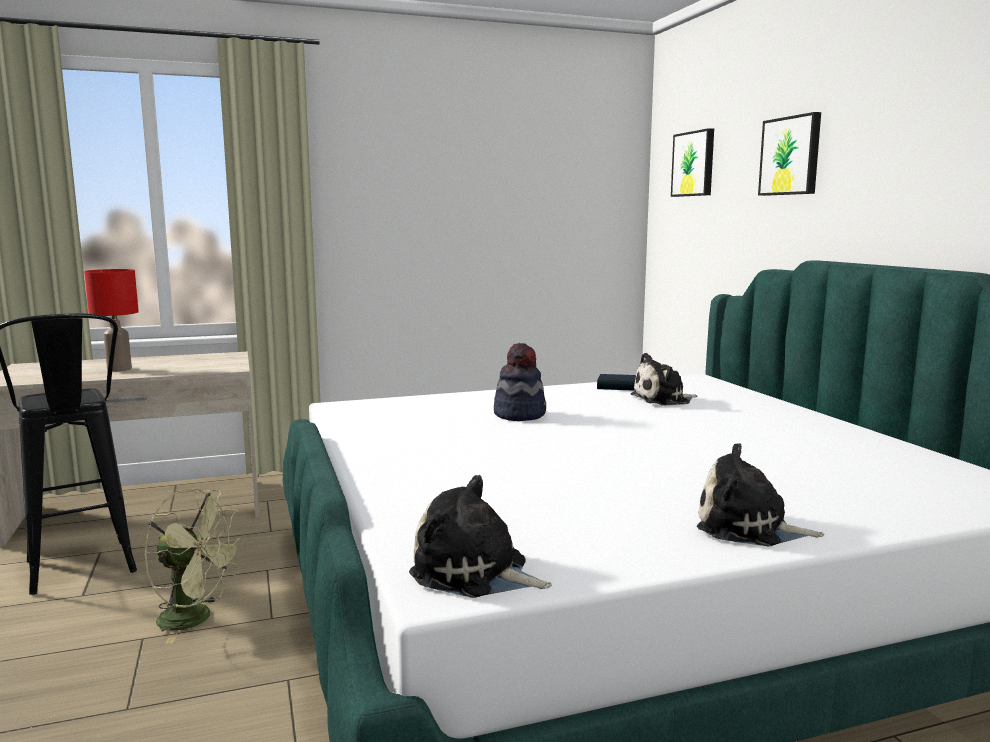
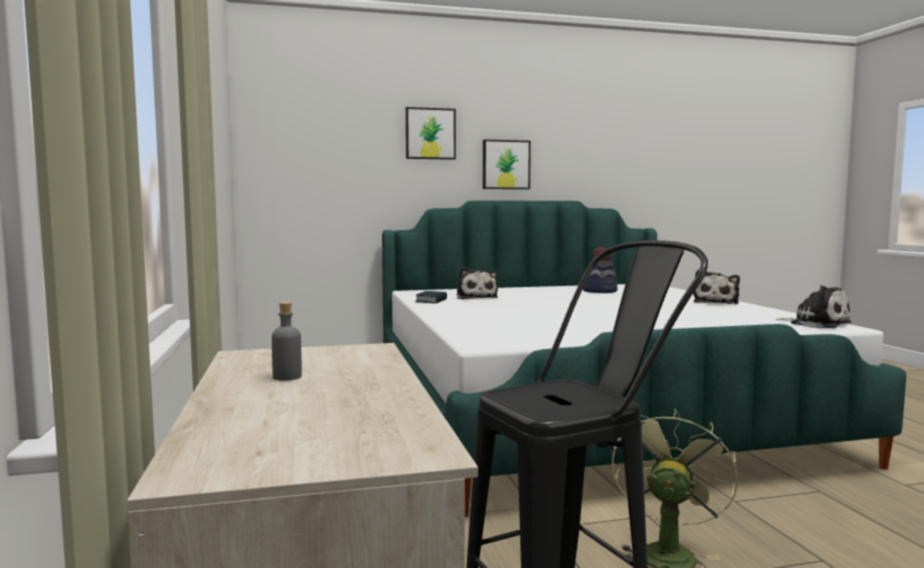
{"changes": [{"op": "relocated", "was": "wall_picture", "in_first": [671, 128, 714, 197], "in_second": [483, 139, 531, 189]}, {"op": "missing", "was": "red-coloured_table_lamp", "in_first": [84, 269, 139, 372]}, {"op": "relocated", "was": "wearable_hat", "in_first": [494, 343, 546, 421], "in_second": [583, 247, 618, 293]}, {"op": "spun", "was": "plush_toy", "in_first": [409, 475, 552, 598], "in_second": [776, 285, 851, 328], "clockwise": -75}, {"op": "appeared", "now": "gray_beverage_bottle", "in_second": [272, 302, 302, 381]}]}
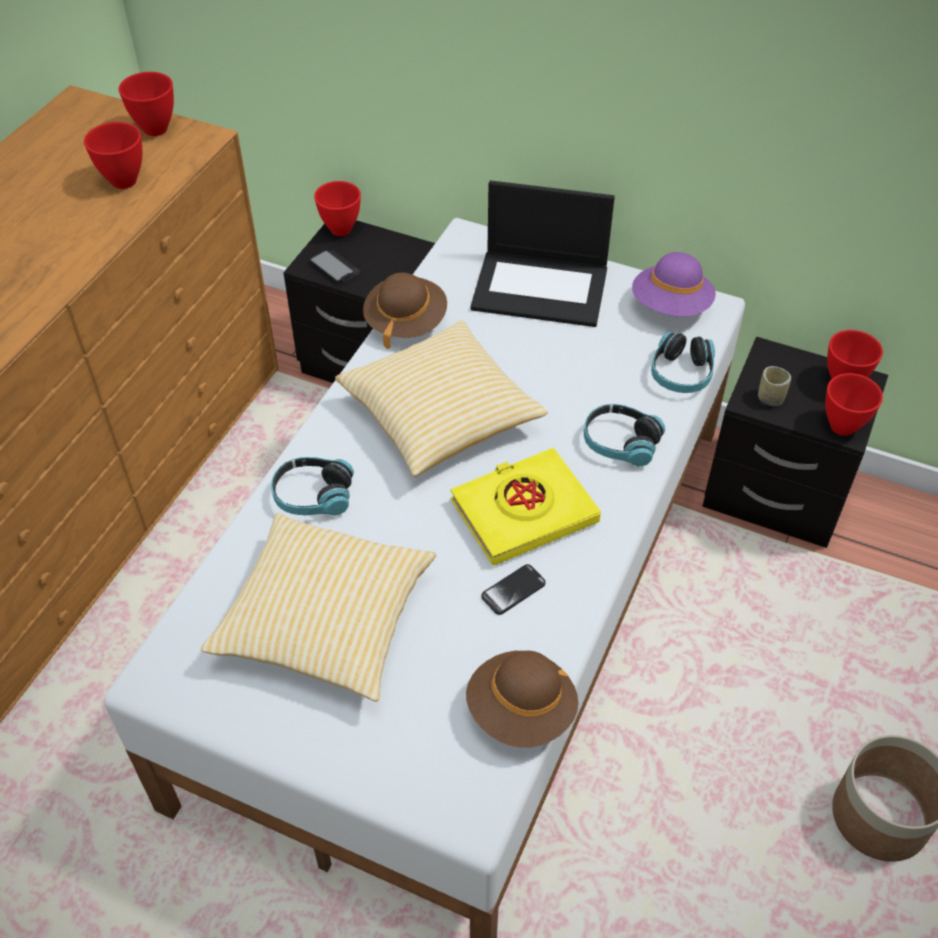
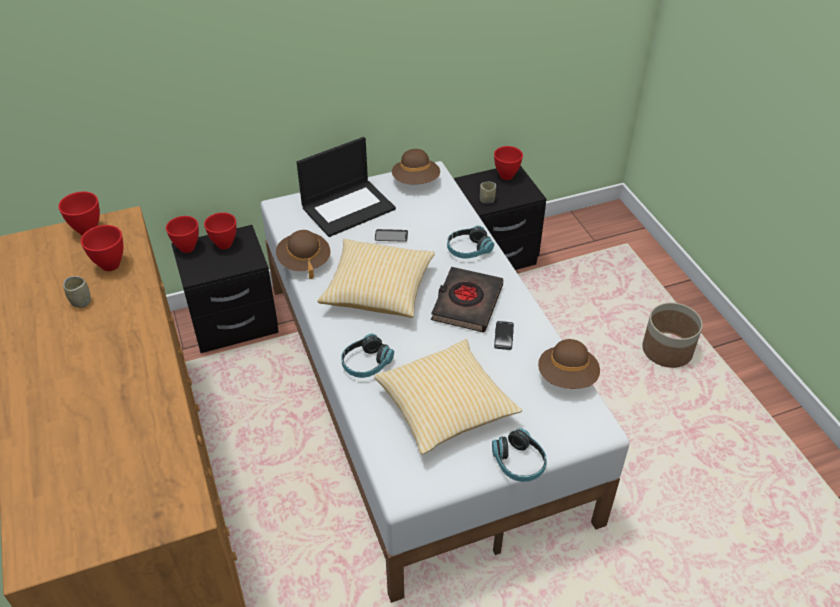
{"changes": [{"op": "relocated", "was": "phone", "in_first": [310, 250, 361, 282], "in_second": [375, 229, 408, 242]}, {"op": "colour", "was": "purple-coloured_wearable_hat", "now": "brown_wearable_hat", "in_first": [632, 252, 716, 317], "in_second": [392, 149, 440, 185]}, {"op": "relocated", "was": "headphones", "in_first": [651, 332, 715, 393], "in_second": [492, 428, 547, 482]}, {"op": "relocated", "was": "red-coloured_deep_dish", "in_first": [825, 373, 883, 436], "in_second": [204, 212, 236, 249]}, {"op": "colour", "was": "yellow-coloured_book", "now": "blackish_book", "in_first": [450, 447, 601, 565], "in_second": [431, 267, 503, 333]}, {"op": "appeared", "now": "drinking_cup", "in_second": [63, 276, 91, 308]}]}
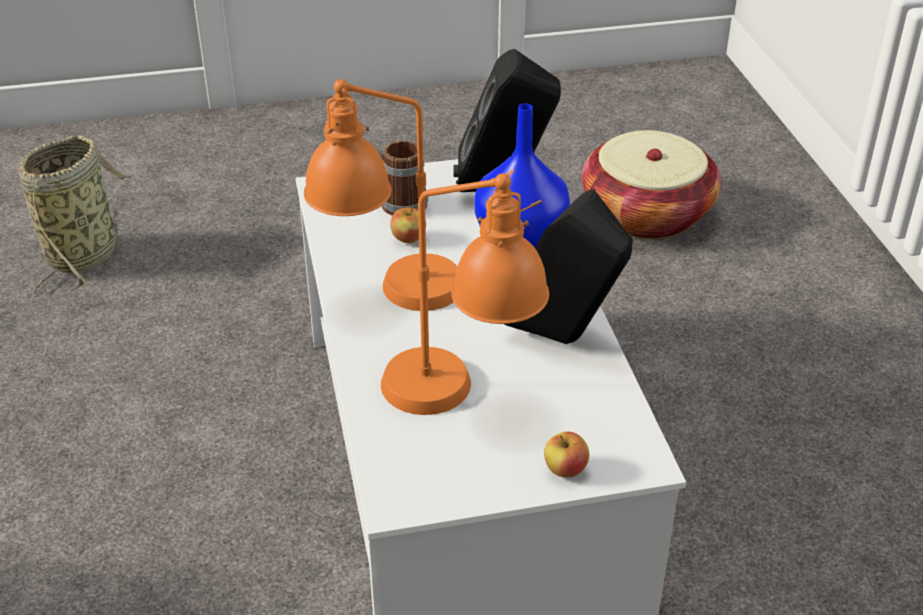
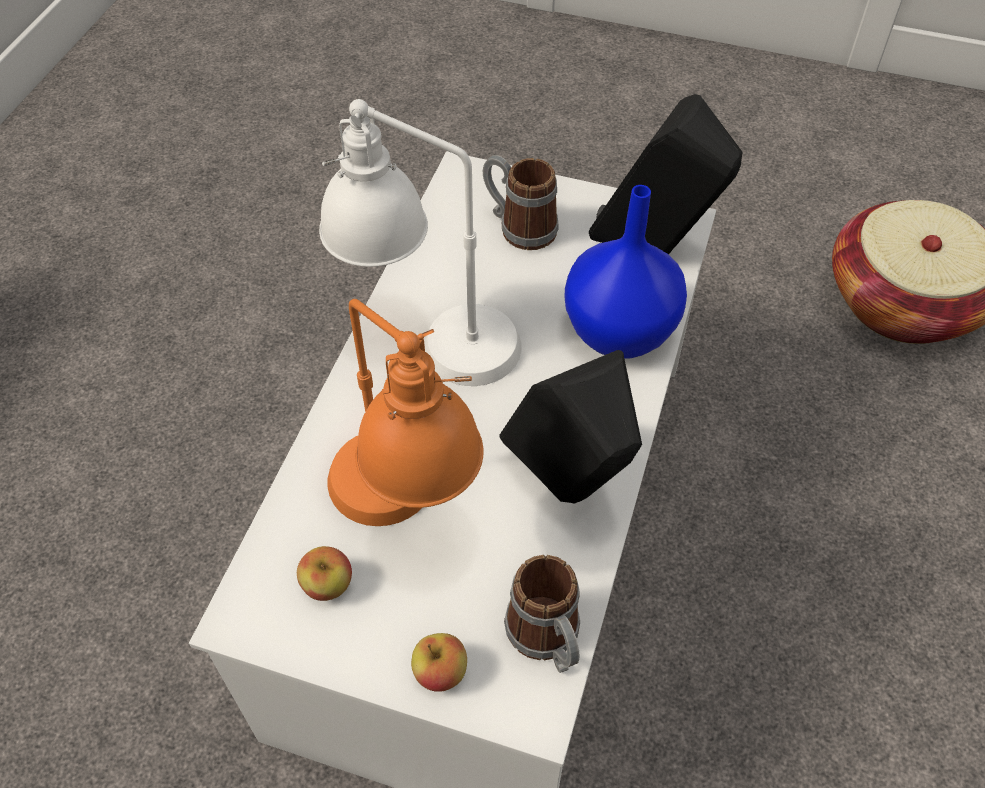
{"changes": [{"op": "colour", "was": "orangey_table_lamp", "now": "whitish_table_lamp", "in_first": [304, 79, 457, 311], "in_second": [319, 99, 522, 386]}, {"op": "missing", "was": "basket", "in_first": [19, 135, 133, 297]}, {"op": "relocated", "was": "whole_apple", "in_first": [390, 207, 426, 243], "in_second": [297, 546, 352, 601]}, {"op": "appeared", "now": "tea_mug", "in_second": [504, 555, 580, 673]}]}
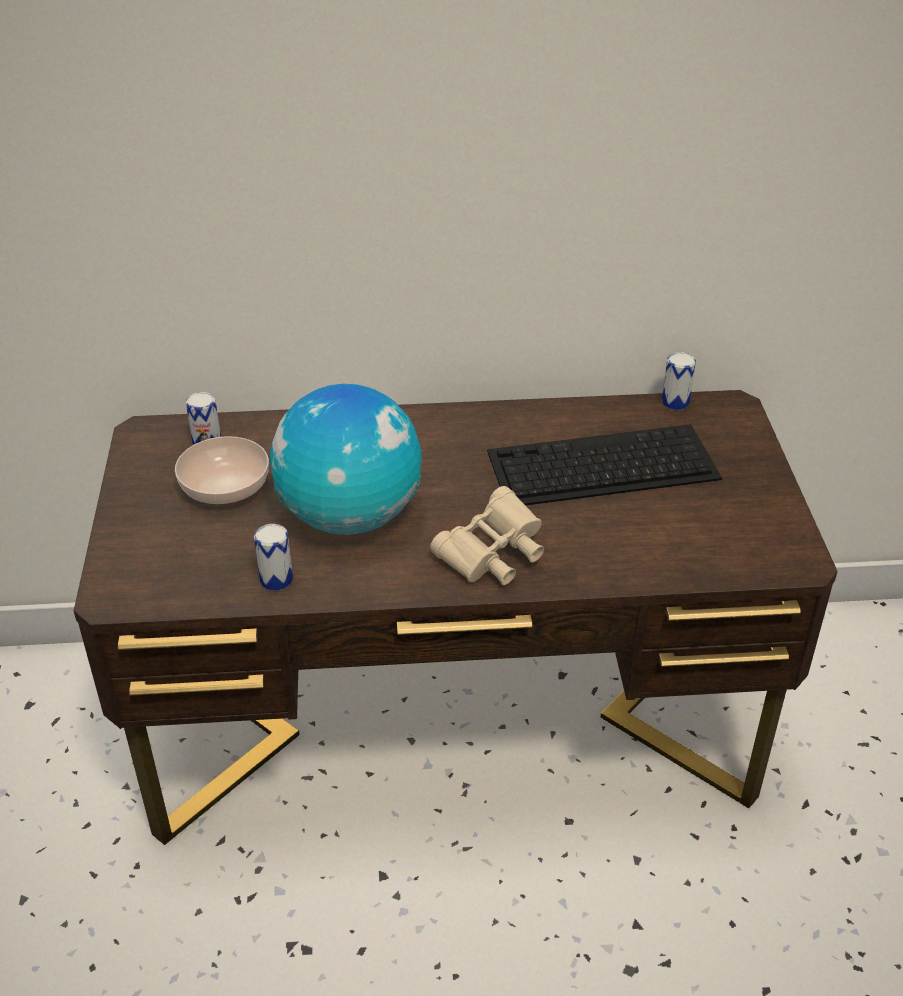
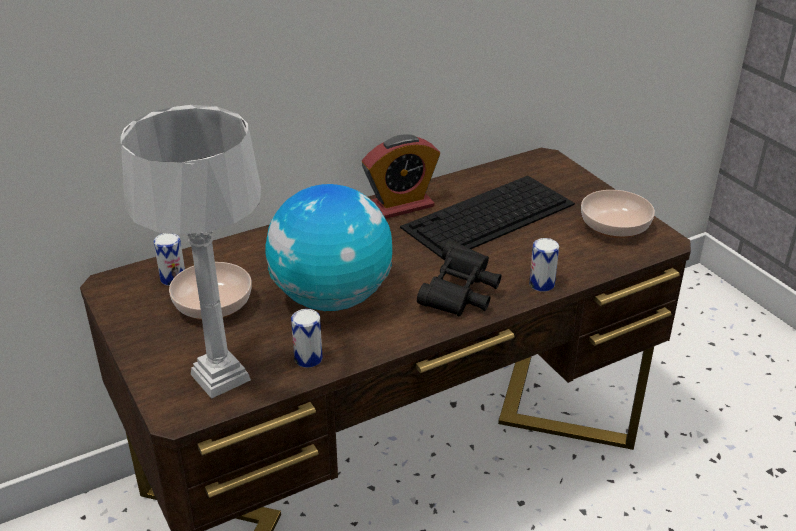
{"changes": [{"op": "relocated", "was": "metal_can", "in_first": [662, 352, 696, 410], "in_second": [529, 238, 559, 292]}, {"op": "colour", "was": "beige_pair_of_binoculars", "now": "blackish_pair_of_binoculars", "in_first": [430, 486, 544, 585], "in_second": [417, 240, 502, 316]}, {"op": "appeared", "now": "gray_table_lamp", "in_second": [120, 105, 261, 399]}, {"op": "appeared", "now": "alarm_clock", "in_second": [362, 135, 440, 219]}, {"op": "appeared", "now": "deep_dish", "in_second": [581, 190, 655, 238]}]}
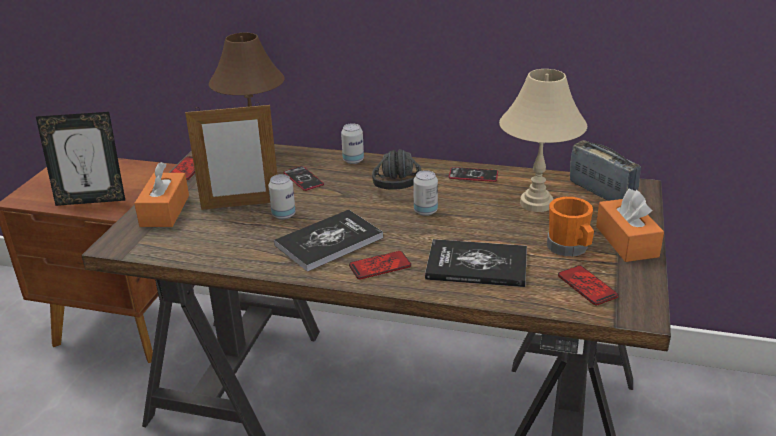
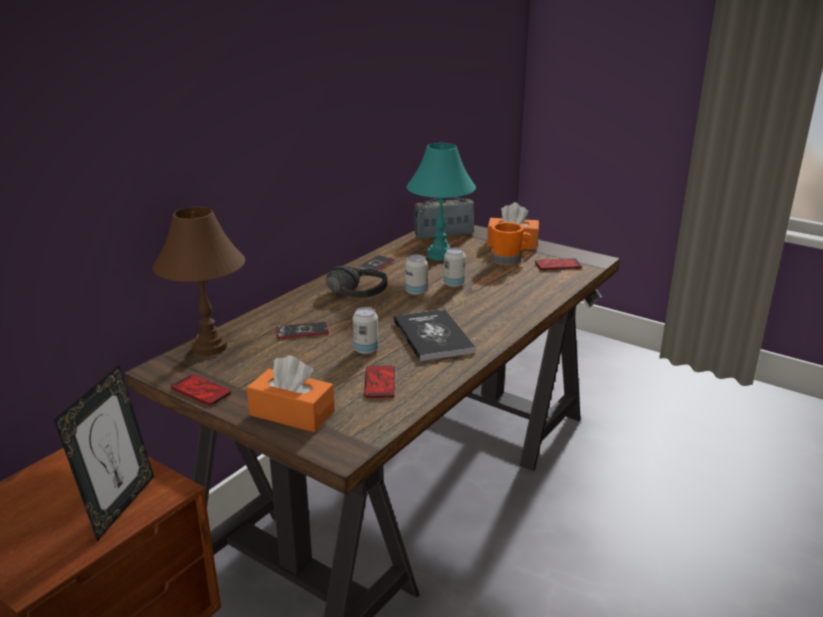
{"changes": [{"op": "colour", "was": "beige_table_lamp", "now": "turquoise-coloured_table_lamp", "in_first": [499, 69, 587, 212], "in_second": [406, 143, 476, 261]}, {"op": "missing", "was": "picture_frame", "in_first": [185, 102, 277, 210]}, {"op": "relocated", "was": "metal_can", "in_first": [341, 123, 364, 164], "in_second": [444, 248, 466, 288]}, {"op": "missing", "was": "book", "in_first": [425, 239, 527, 287]}, {"op": "relocated", "was": "phone", "in_first": [349, 251, 411, 279], "in_second": [364, 366, 395, 398]}]}
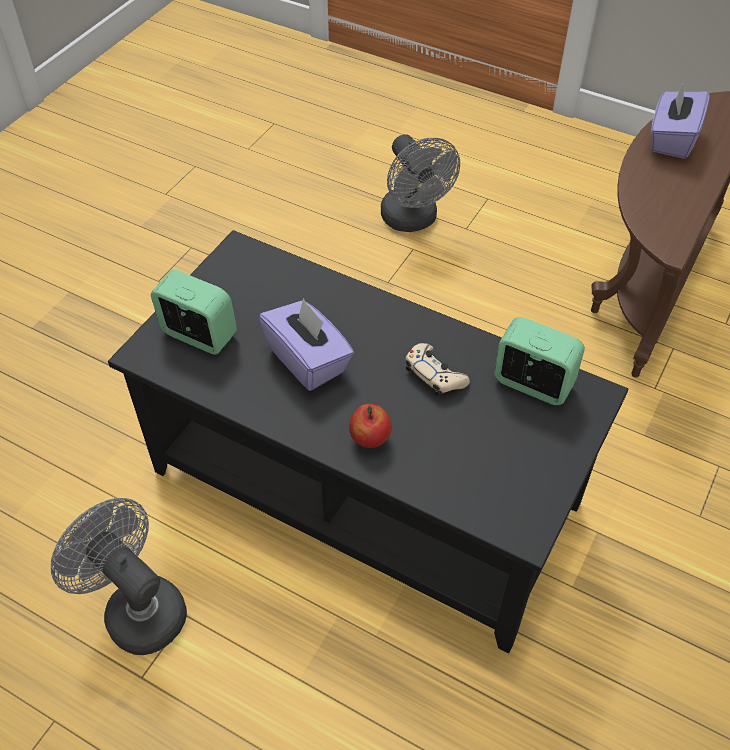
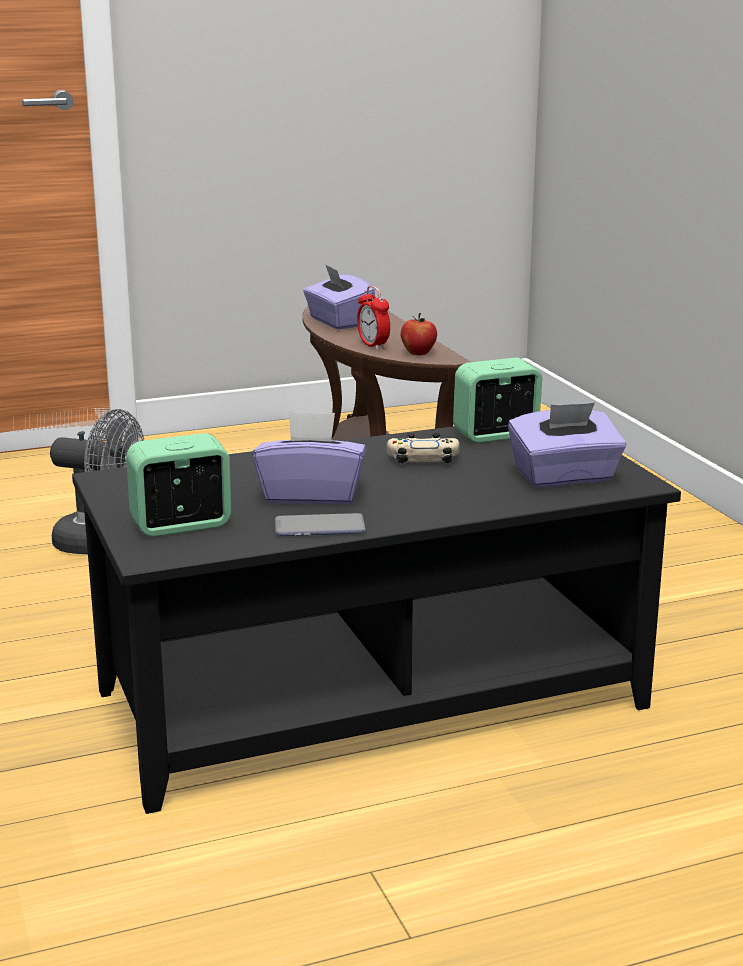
{"changes": [{"op": "relocated", "was": "whole_apple", "in_first": [349, 403, 392, 448], "in_second": [400, 313, 437, 355]}, {"op": "missing", "was": "gray_electric_fan", "in_first": [51, 498, 187, 655]}, {"op": "appeared", "now": "alarm_clock", "in_second": [357, 286, 390, 350]}, {"op": "appeared", "now": "purple-coloured_box_of_tissues", "in_second": [508, 403, 626, 487]}, {"op": "appeared", "now": "phone", "in_second": [275, 513, 366, 536]}]}
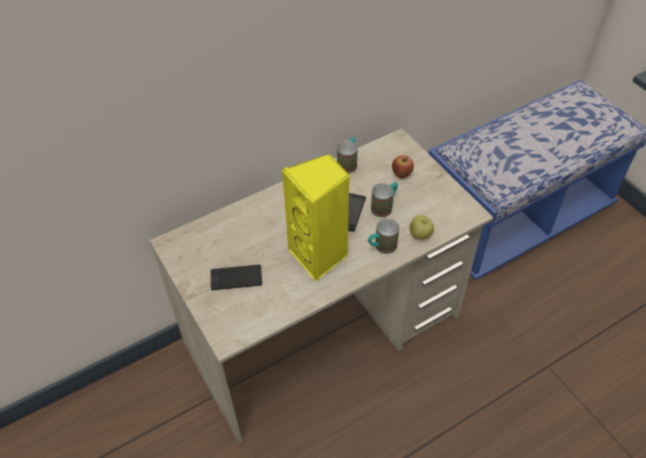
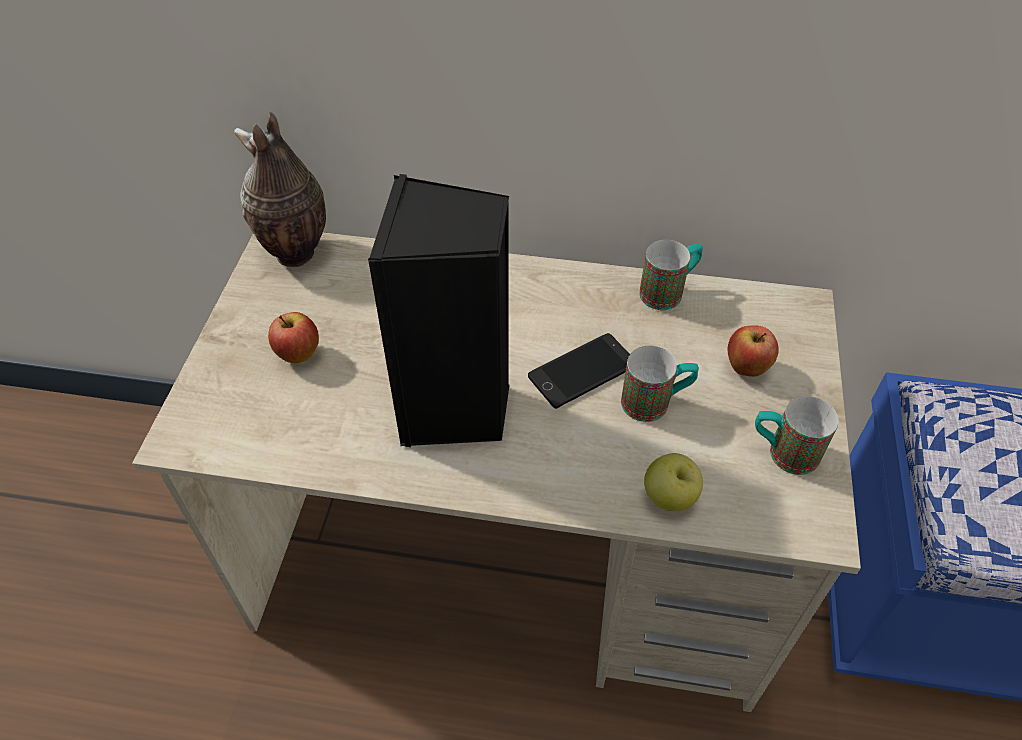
{"changes": [{"op": "colour", "was": "yellow-coloured_audio_speaker", "now": "blackish_audio_speaker", "in_first": [282, 154, 350, 282], "in_second": [368, 174, 510, 447]}, {"op": "relocated", "was": "tea_mug", "in_first": [368, 219, 399, 254], "in_second": [755, 396, 839, 475]}, {"op": "exchanged", "was": "phone", "now": "whole_apple", "in_first": [211, 265, 262, 290], "in_second": [268, 312, 319, 364]}, {"op": "appeared", "now": "decorative_vase", "in_second": [234, 112, 326, 267]}]}
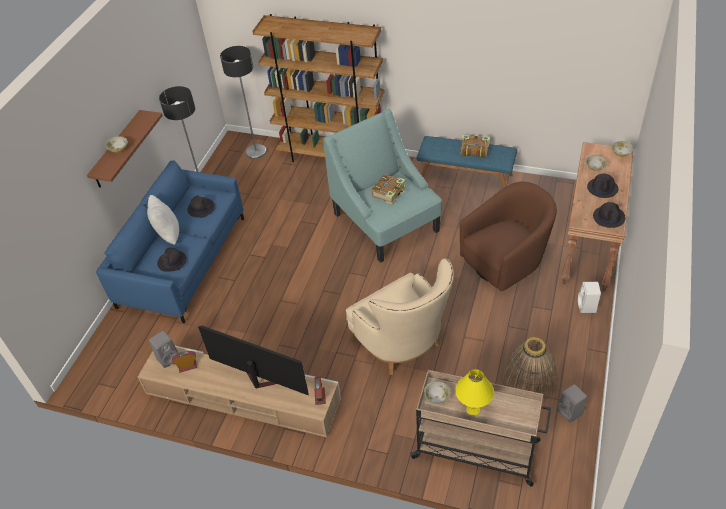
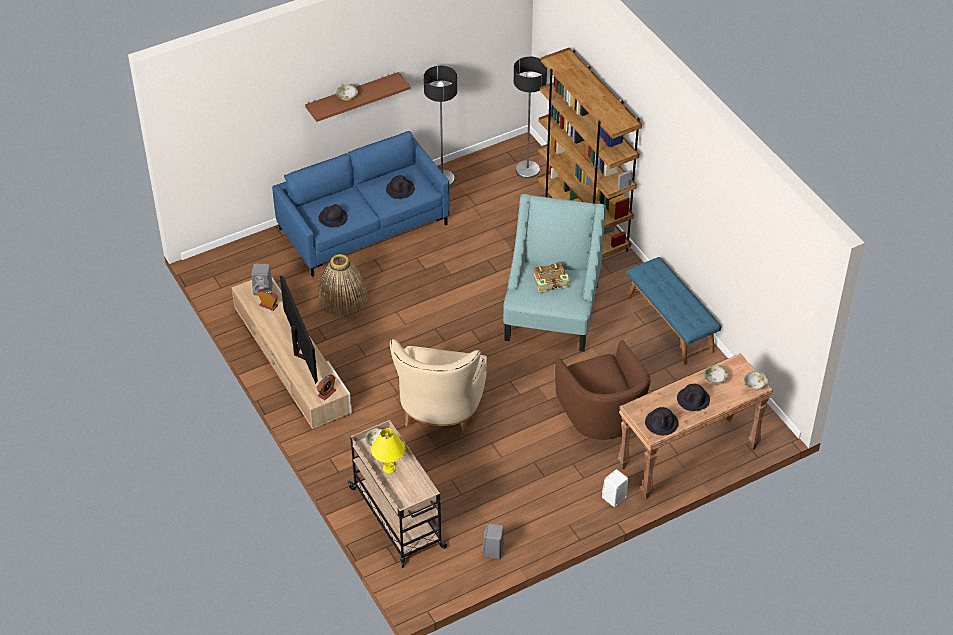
{"changes": [{"op": "missing", "was": "book", "in_first": [461, 134, 490, 157]}, {"op": "spun", "was": "brown_lounge_chair", "in_first": [460, 181, 557, 291], "in_second": [555, 340, 651, 440], "clockwise": 60}, {"op": "missing", "was": "whitish_throw_pillow", "in_first": [147, 195, 179, 245]}, {"op": "relocated", "was": "basket", "in_first": [502, 337, 558, 400], "in_second": [318, 254, 368, 316]}]}
